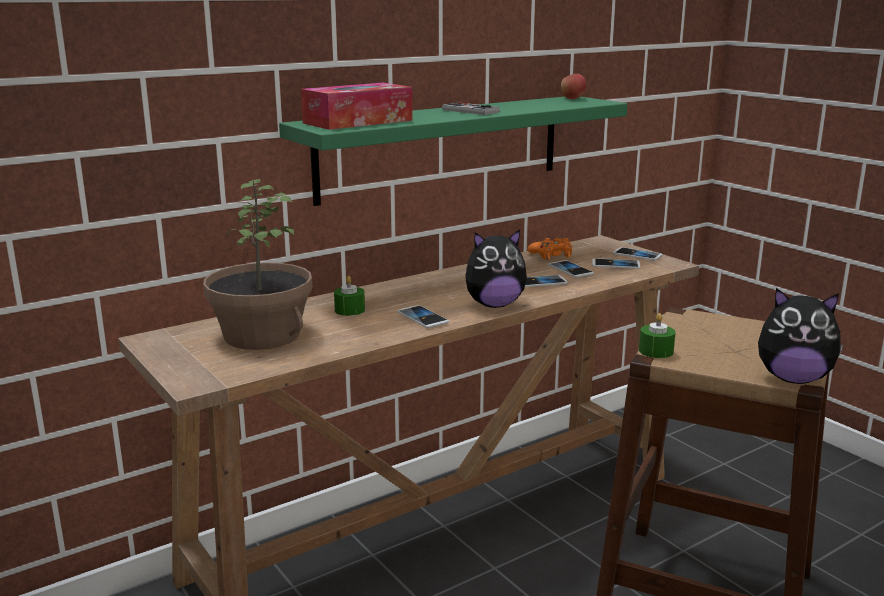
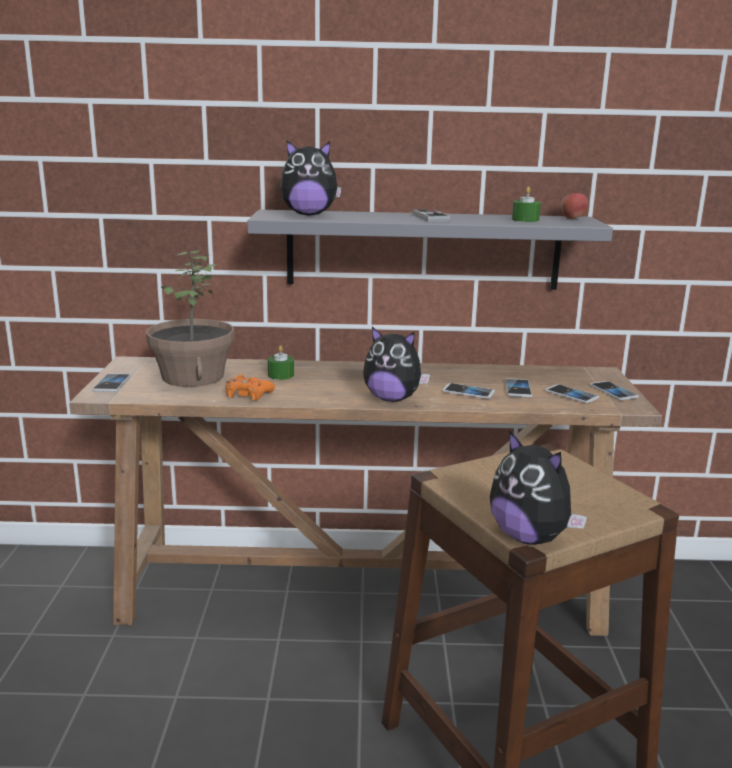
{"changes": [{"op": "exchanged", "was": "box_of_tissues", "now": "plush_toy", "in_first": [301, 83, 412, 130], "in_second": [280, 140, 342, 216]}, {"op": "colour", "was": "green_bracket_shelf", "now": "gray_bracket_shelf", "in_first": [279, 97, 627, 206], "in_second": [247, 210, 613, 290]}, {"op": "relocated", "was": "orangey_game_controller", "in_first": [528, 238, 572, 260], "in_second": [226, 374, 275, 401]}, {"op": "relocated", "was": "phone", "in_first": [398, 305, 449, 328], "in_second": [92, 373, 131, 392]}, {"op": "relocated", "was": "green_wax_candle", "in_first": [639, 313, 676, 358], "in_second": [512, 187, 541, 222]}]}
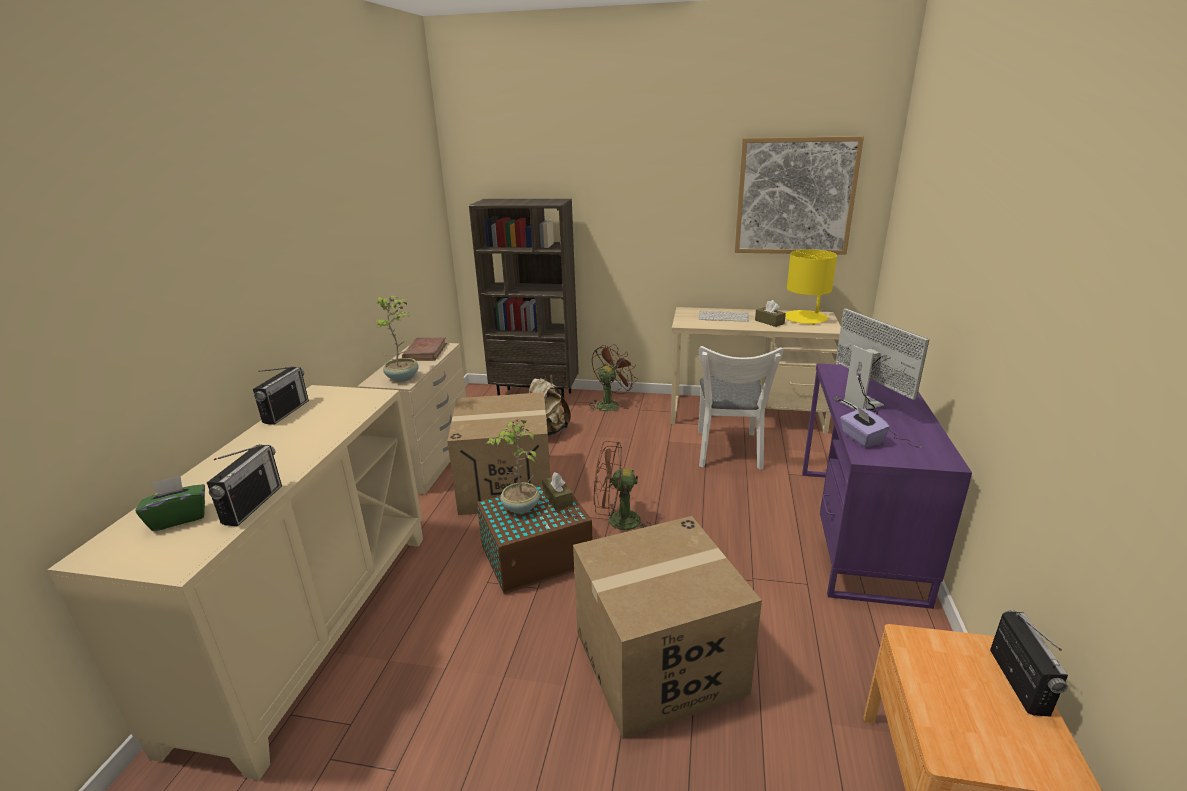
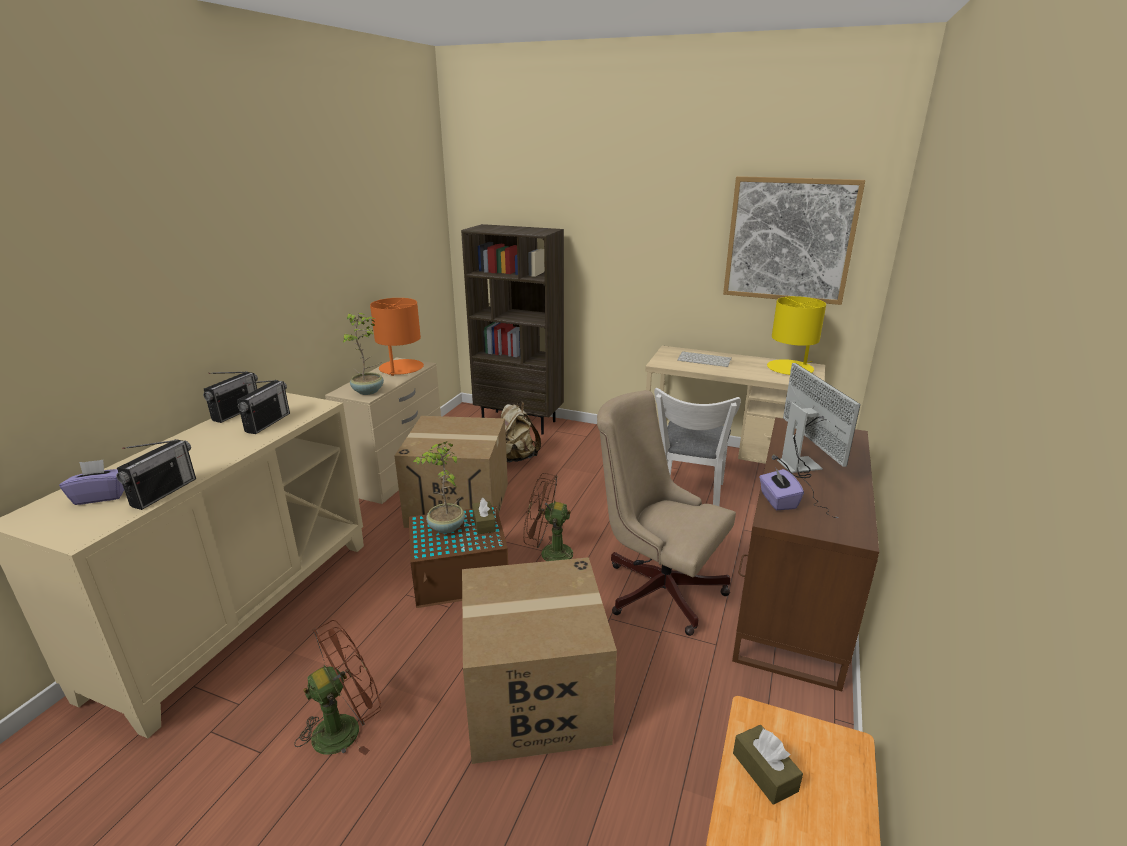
{"changes": [{"op": "relocated", "was": "brown_box_of_tissues", "in_first": [755, 300, 786, 327], "in_second": [733, 725, 803, 805]}, {"op": "exchanged", "was": "brown_book", "now": "orangey_table_lamp", "in_first": [402, 337, 447, 361], "in_second": [370, 298, 424, 376]}, {"op": "relocated", "was": "brown_electric_fan", "in_first": [589, 344, 638, 411], "in_second": [294, 620, 381, 755]}, {"op": "colour", "was": "purple-coloured_desk", "now": "brown_desk", "in_first": [802, 364, 972, 609], "in_second": [732, 418, 879, 692]}, {"op": "colour", "was": "green_box_of_tissues", "now": "purple-coloured_box_of_tissues", "in_first": [135, 476, 205, 531], "in_second": [59, 460, 124, 505]}, {"op": "relocated", "was": "radio", "in_first": [990, 610, 1068, 717], "in_second": [237, 380, 290, 434]}, {"op": "appeared", "now": "beige_office_chair", "in_second": [597, 390, 736, 636]}]}
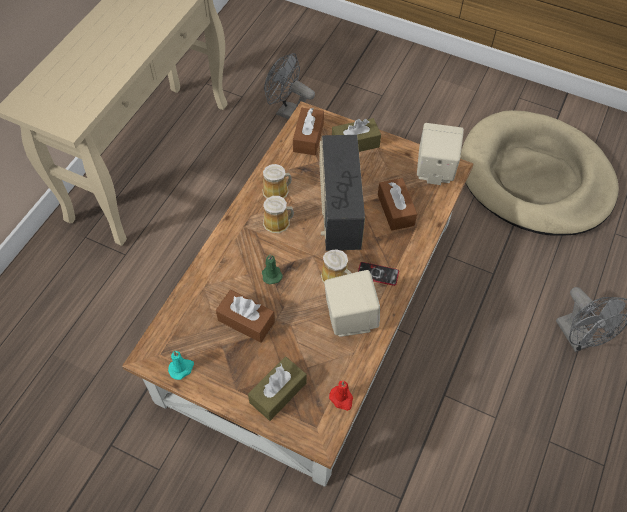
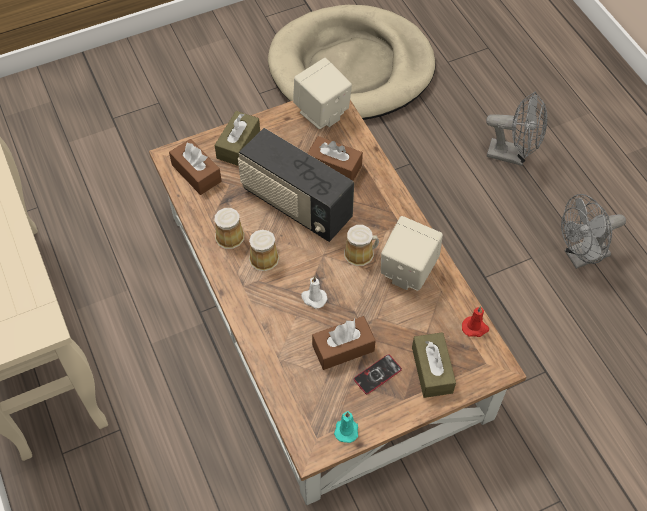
{"changes": [{"op": "relocated", "was": "gray_electric_fan", "in_first": [264, 53, 315, 119], "in_second": [561, 194, 626, 269]}, {"op": "colour", "was": "green_wax_candle", "now": "whitish_wax_candle", "in_first": [262, 254, 283, 284], "in_second": [301, 276, 327, 309]}, {"op": "relocated", "was": "phone", "in_first": [358, 262, 399, 286], "in_second": [354, 354, 402, 394]}]}
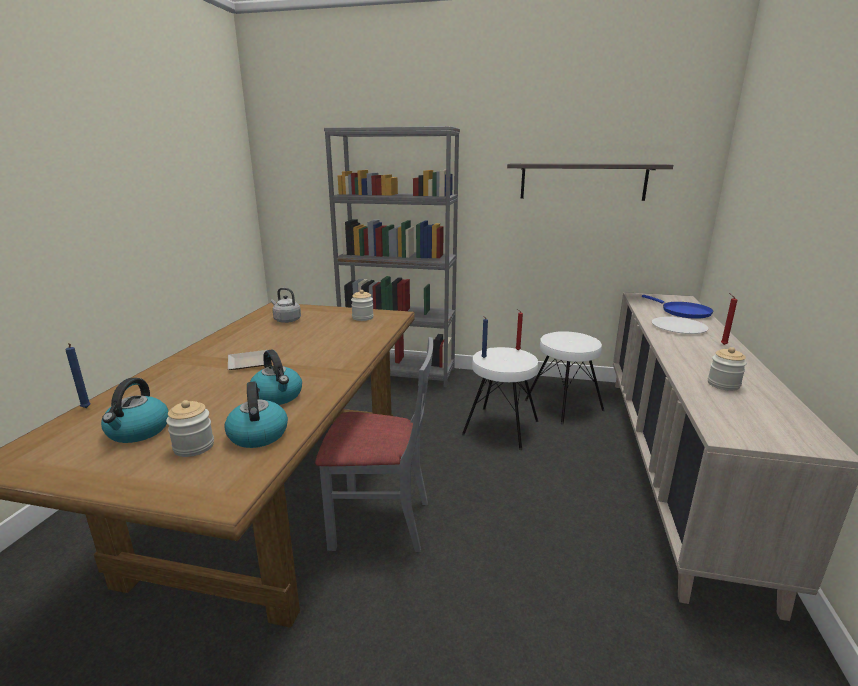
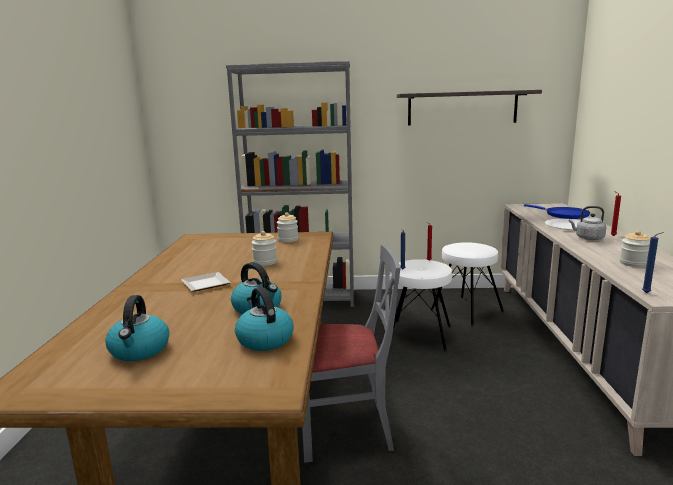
{"changes": [{"op": "relocated", "was": "gray_kettle", "in_first": [271, 288, 301, 323], "in_second": [569, 206, 606, 240]}, {"op": "relocated", "was": "blue_wax_candle", "in_first": [65, 343, 91, 408], "in_second": [642, 232, 664, 293]}, {"op": "relocated", "was": "preserve_jar", "in_first": [166, 400, 214, 457], "in_second": [252, 231, 277, 266]}]}
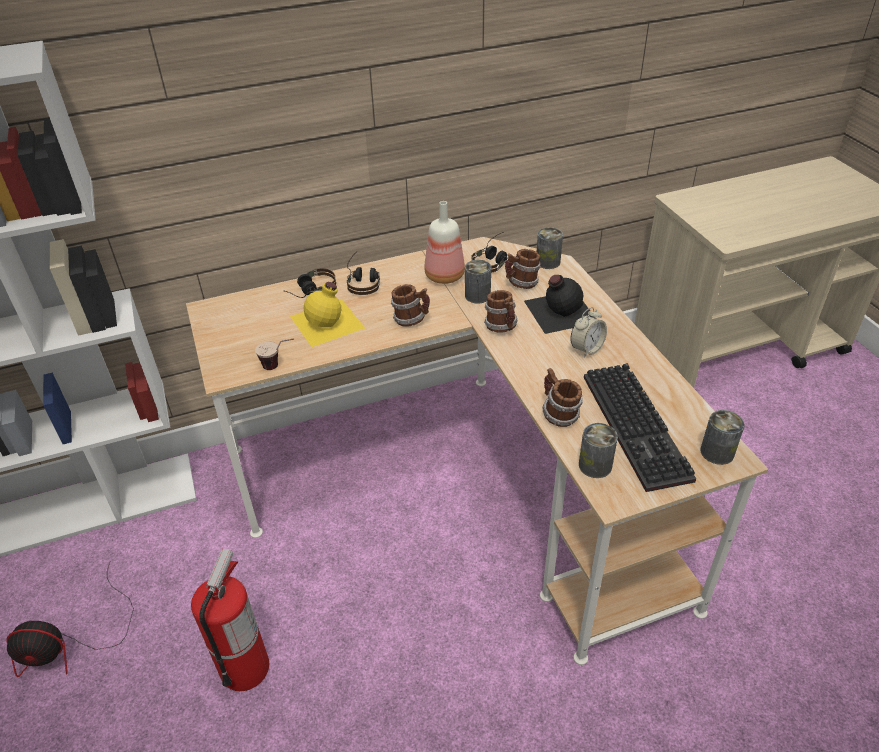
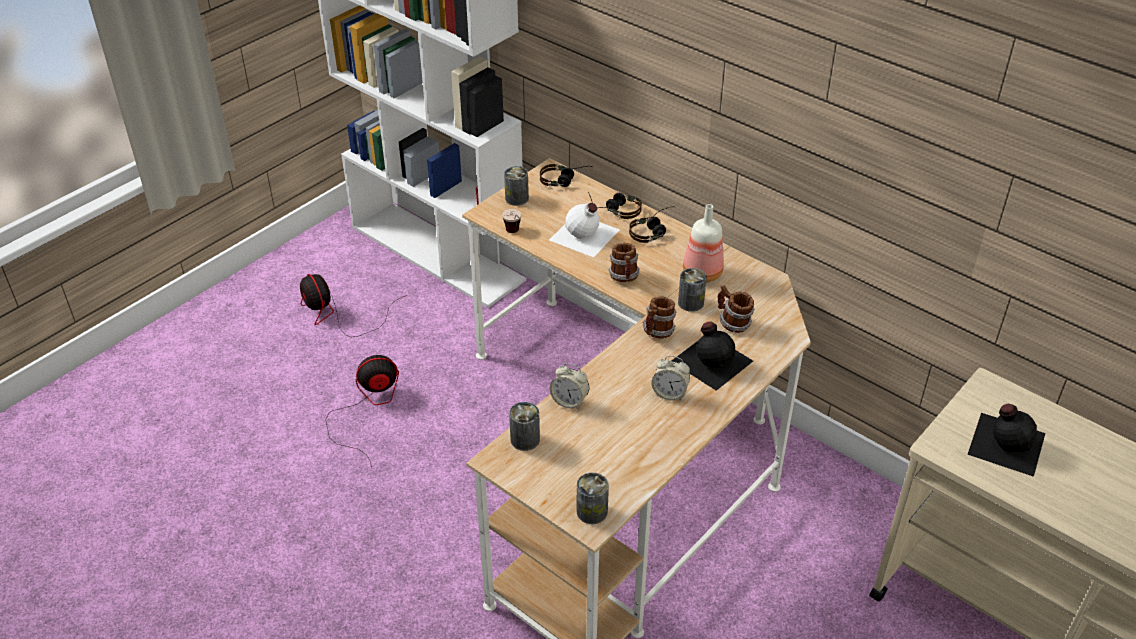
{"changes": [{"op": "relocated", "was": "metal_can", "in_first": [537, 227, 563, 269], "in_second": [504, 166, 529, 206]}, {"op": "relocated", "was": "headphones", "in_first": [471, 232, 507, 273], "in_second": [540, 164, 592, 187]}, {"op": "colour", "was": "yellow-coloured_beverage_bottle", "now": "whitish_beverage_bottle", "in_first": [290, 282, 365, 347], "in_second": [549, 203, 620, 257]}, {"op": "missing", "was": "computer_keyboard", "in_first": [584, 363, 696, 492]}, {"op": "exchanged", "was": "tea_mug", "now": "alarm_clock", "in_first": [542, 368, 583, 427], "in_second": [550, 363, 589, 410]}, {"op": "exchanged", "was": "fire-fighting_cylinder", "now": "electric_fan", "in_first": [191, 549, 269, 691], "in_second": [326, 355, 399, 468]}, {"op": "appeared", "now": "blackish_beverage_bottle", "in_second": [967, 404, 1046, 477]}]}
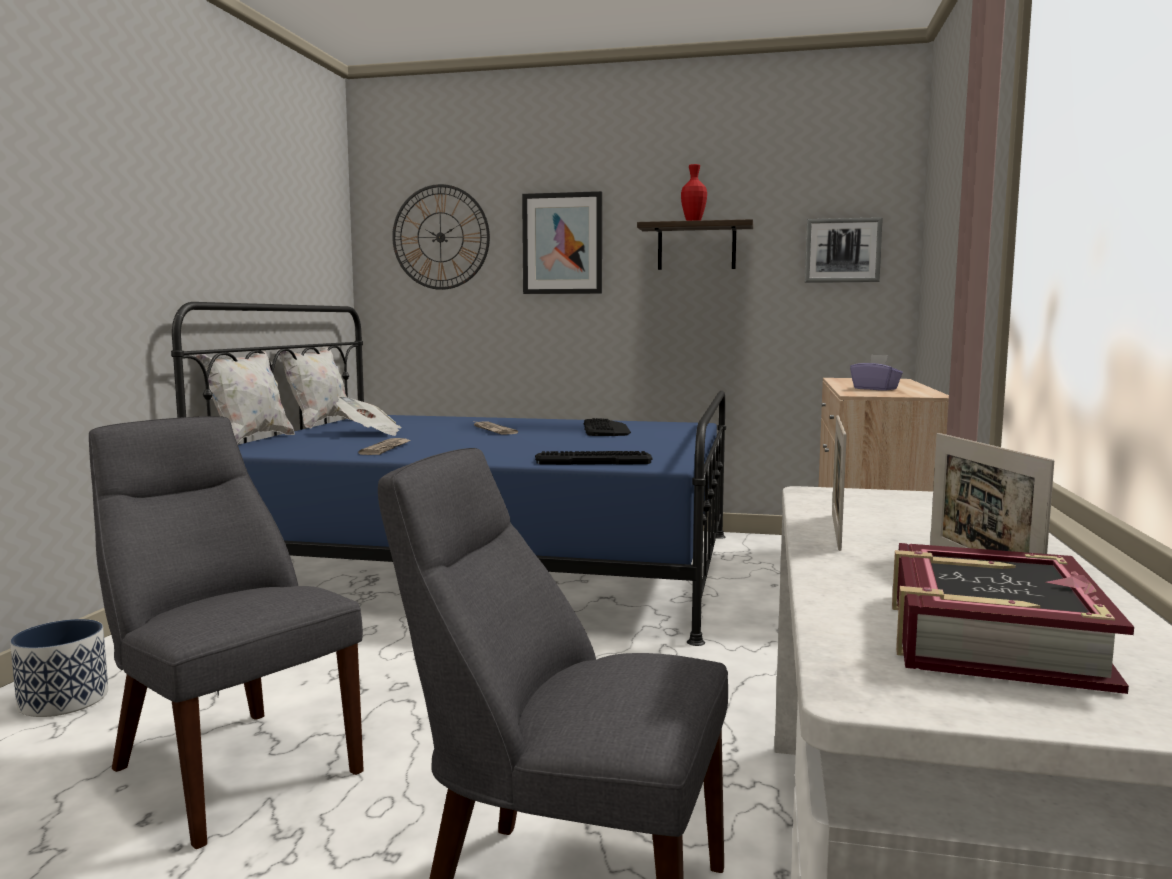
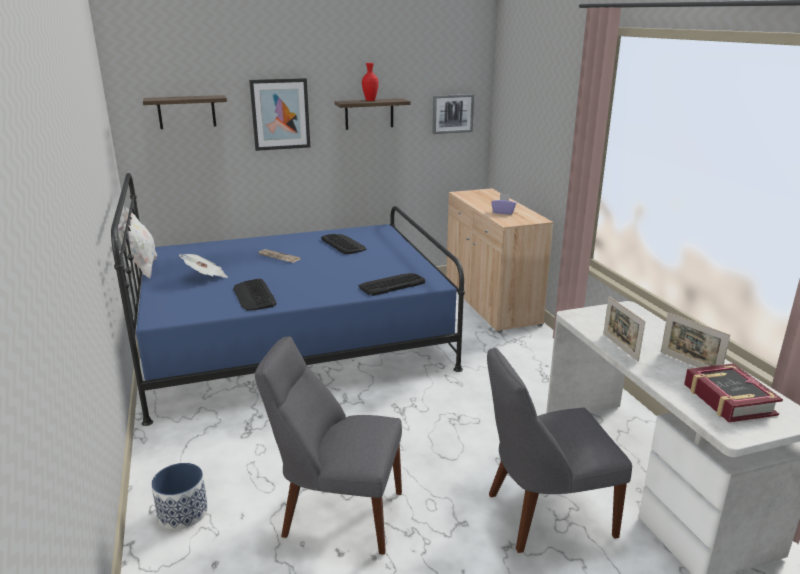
{"changes": [{"op": "exchanged", "was": "hanging_clock", "now": "bracket_shelf", "in_first": [392, 184, 490, 290], "in_second": [143, 95, 227, 129]}, {"op": "missing", "was": "whitish_throw_pillow", "in_first": [195, 350, 295, 444]}, {"op": "exchanged", "was": "daily_paper", "now": "computer_keyboard", "in_first": [358, 438, 411, 455], "in_second": [233, 279, 277, 311]}]}
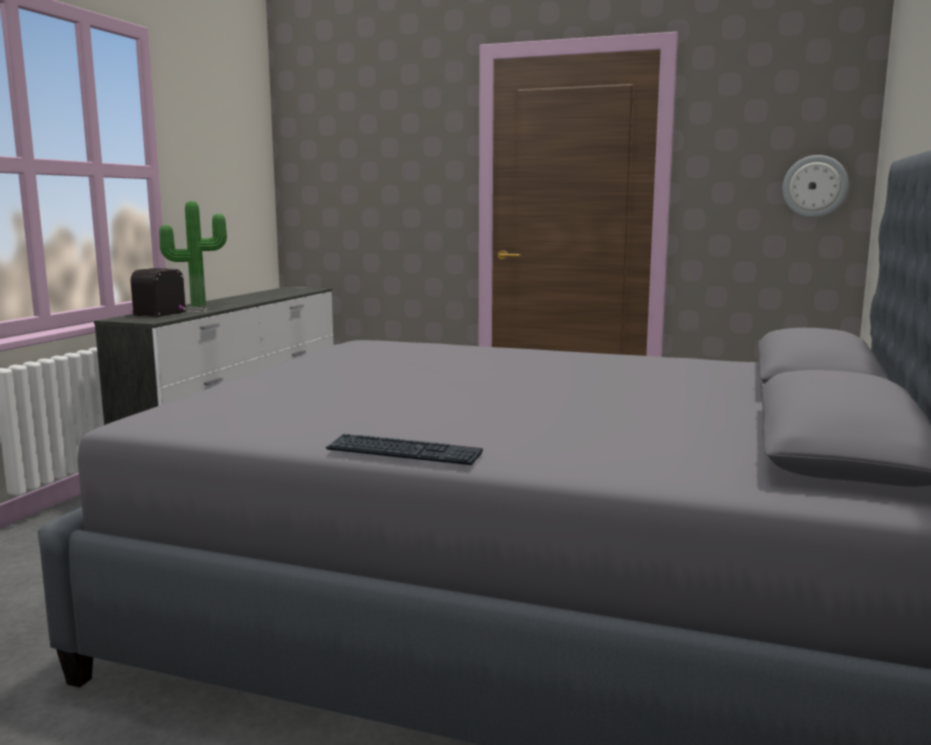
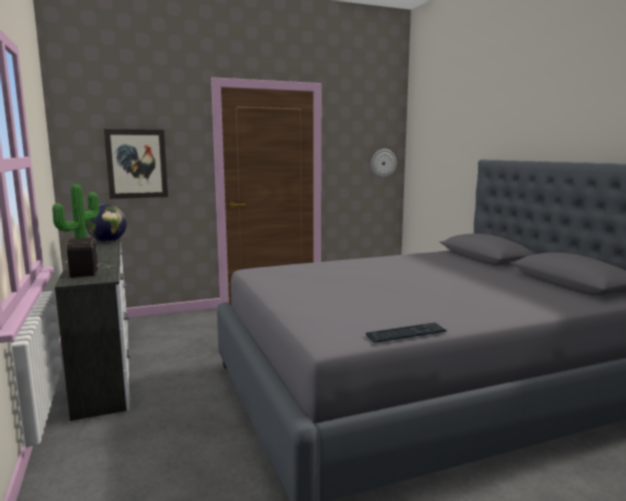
{"changes": [{"op": "relocated", "was": "computer_keyboard", "in_first": [326, 434, 483, 465], "in_second": [366, 322, 447, 343]}, {"op": "appeared", "now": "wall_picture", "in_second": [104, 129, 168, 199]}, {"op": "appeared", "now": "globe", "in_second": [86, 204, 127, 242]}]}
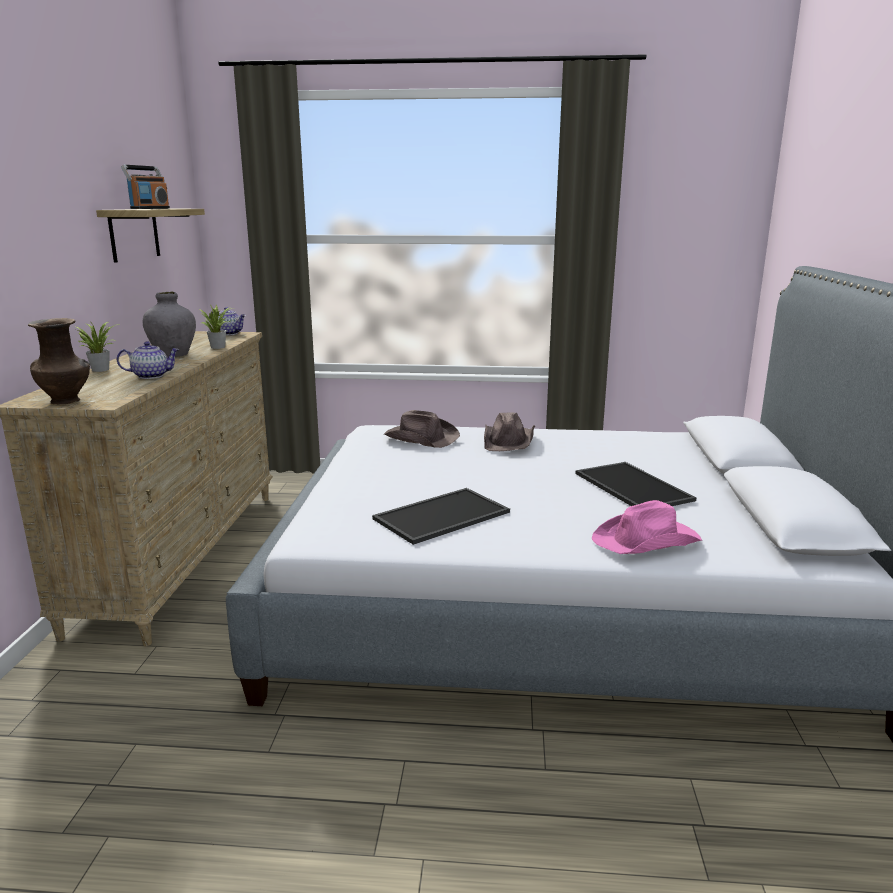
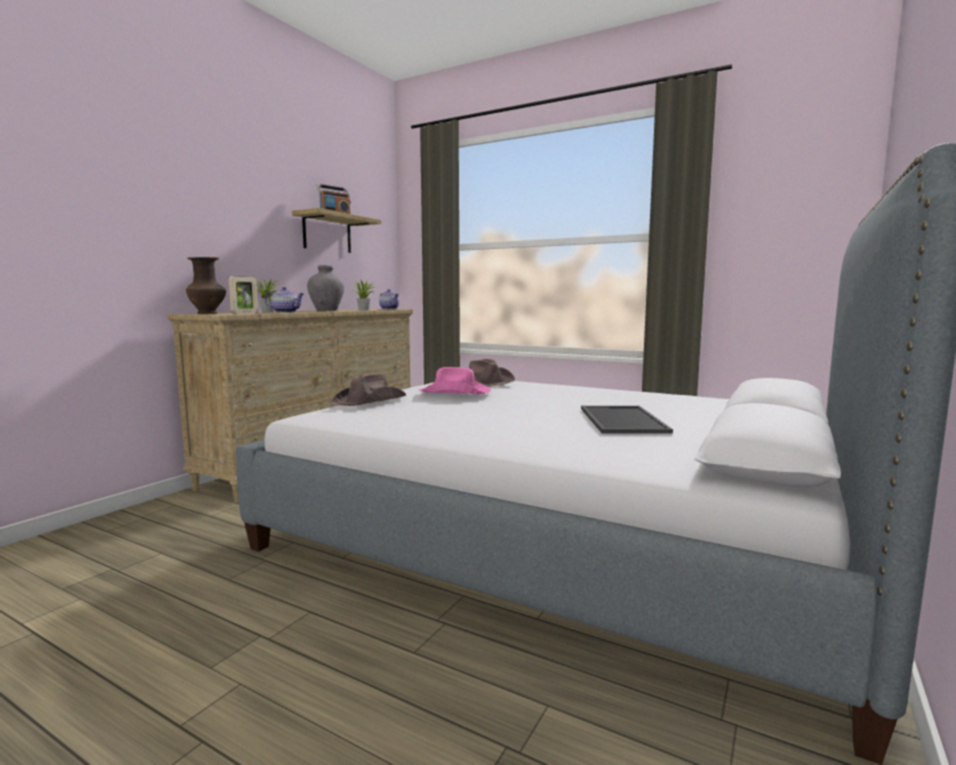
{"changes": [{"op": "relocated", "was": "brown_wearable_hat", "in_first": [484, 413, 535, 451], "in_second": [331, 374, 406, 406]}, {"op": "missing", "was": "carrying_tray", "in_first": [372, 488, 510, 545]}, {"op": "relocated", "was": "pinkish_wearable_hat", "in_first": [592, 500, 702, 554], "in_second": [418, 367, 491, 394]}, {"op": "appeared", "now": "picture_frame", "in_second": [229, 276, 258, 314]}]}
